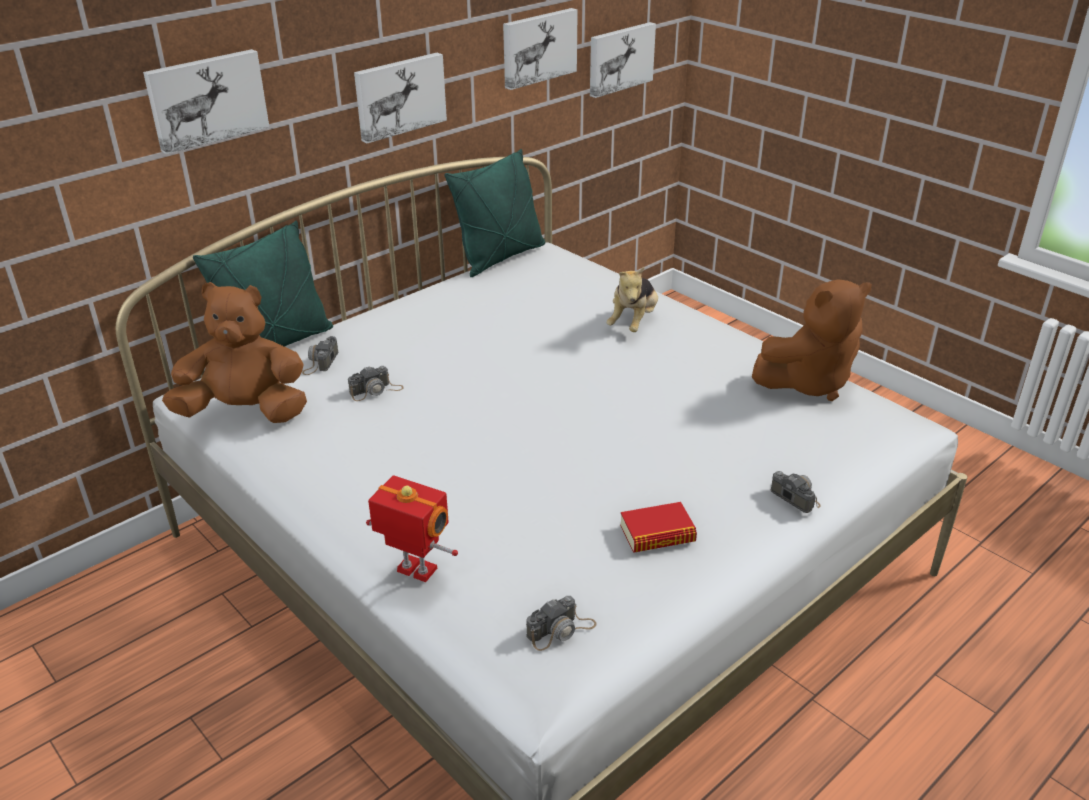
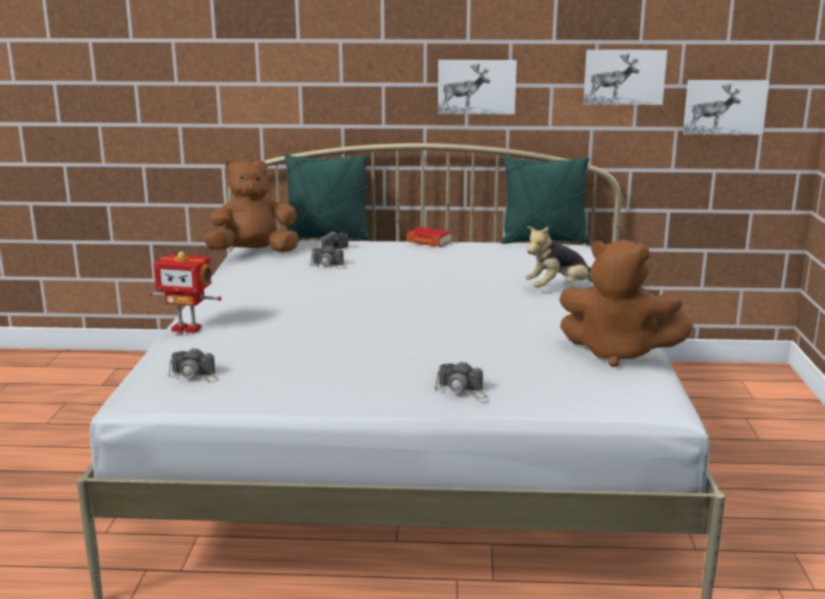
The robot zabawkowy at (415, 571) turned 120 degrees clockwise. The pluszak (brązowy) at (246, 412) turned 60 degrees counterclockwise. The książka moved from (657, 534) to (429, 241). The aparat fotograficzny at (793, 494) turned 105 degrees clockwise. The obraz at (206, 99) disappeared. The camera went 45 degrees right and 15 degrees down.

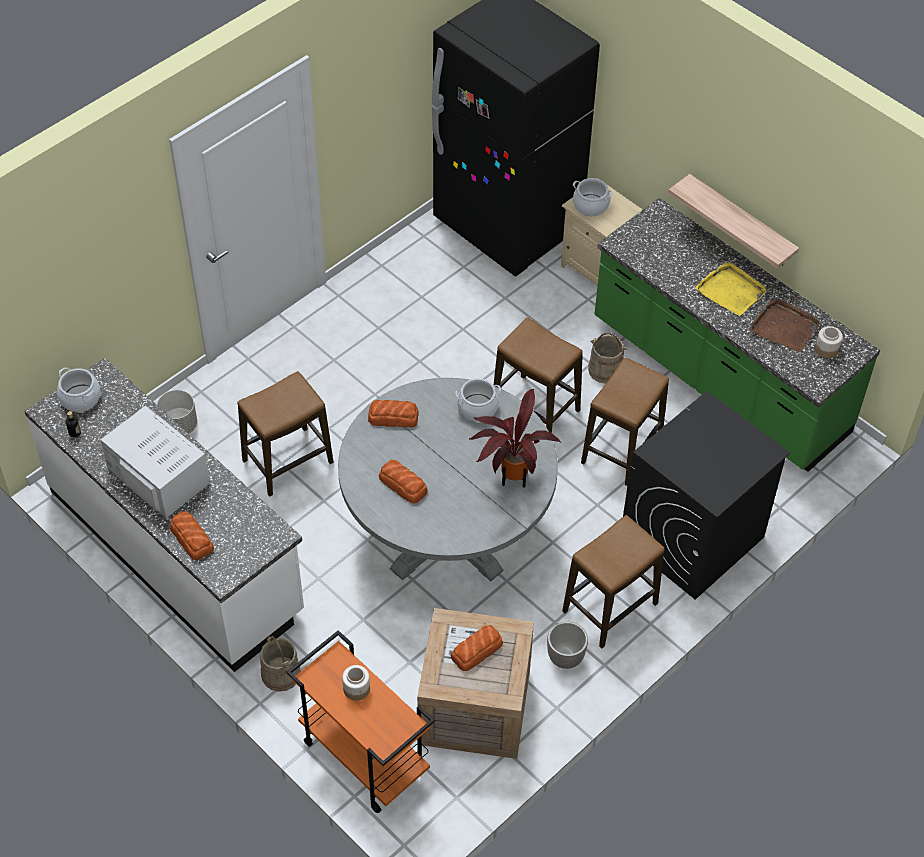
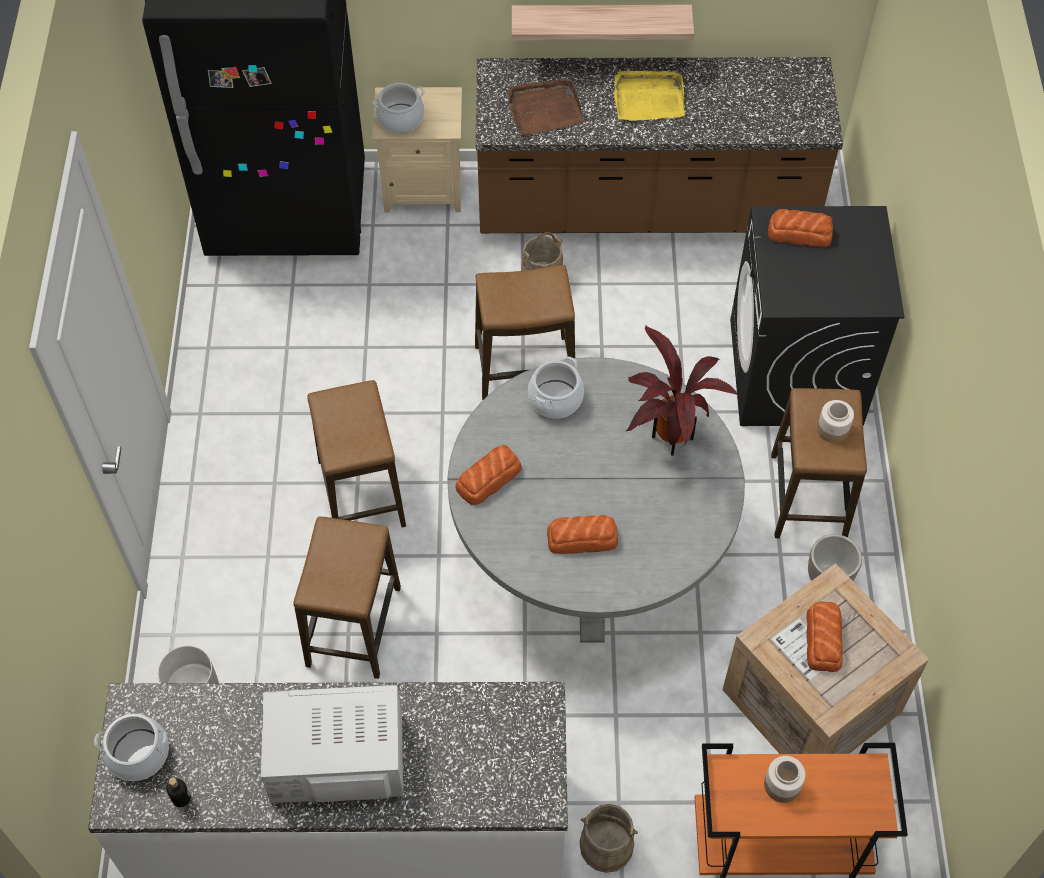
The stołek moved from (621, 449) to (361, 493). The zabudowa kuchenna (zielony) at (718, 378) became the zabudowa kuchenna (brązowy) at (645, 208). The taca (brązowy) moved from (784, 327) to (544, 109). The chleb moved from (192, 538) to (799, 233). The słoik moved from (826, 349) to (833, 429). The camera went 45 degrees left and 5 degrees up.

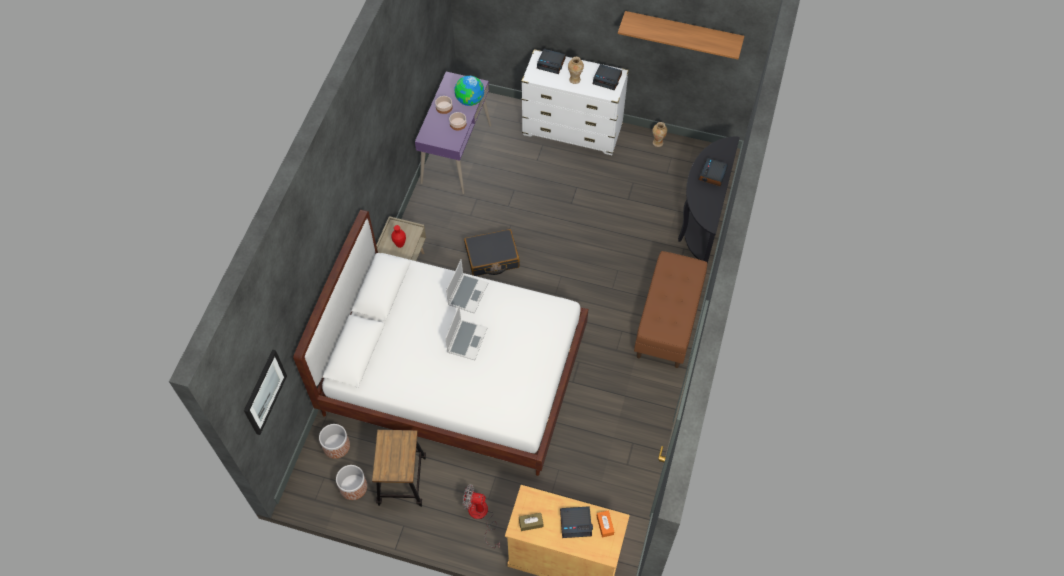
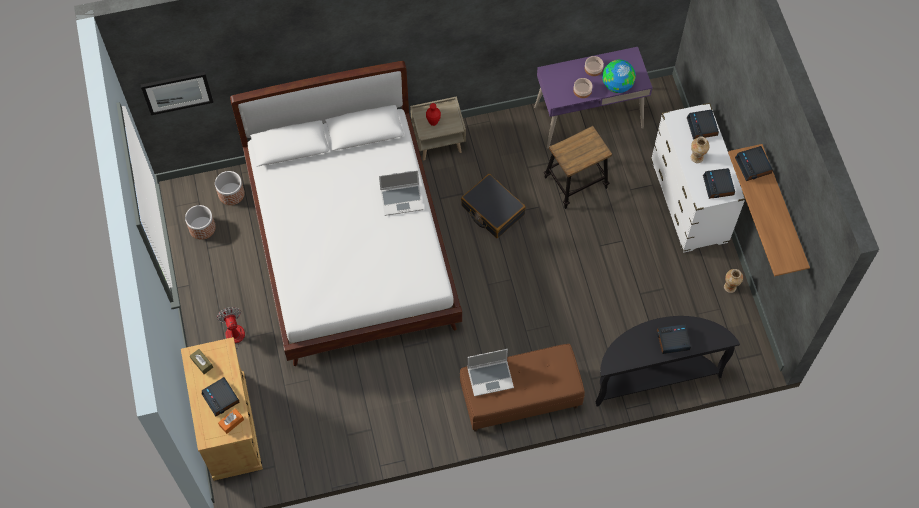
The laptop moved from (466, 340) to (490, 377). The stołek moved from (402, 481) to (575, 183). The budzik at (753, 166) appeared. The camera went 60 degrees right and 5 degrees up.

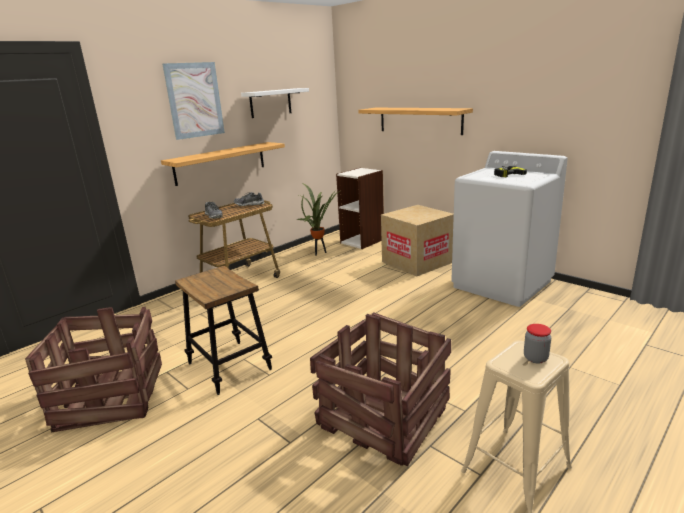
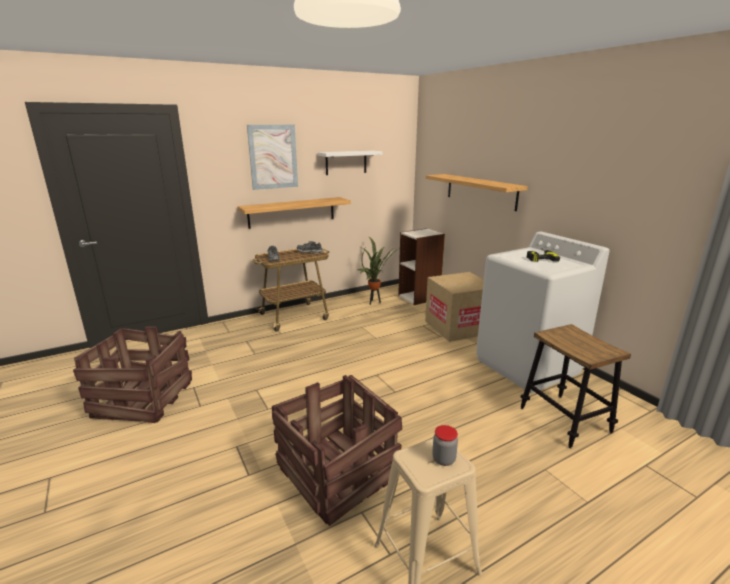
The stołek moved from (229, 366) to (564, 420). The camera went 15 degrees right and 0 degrees up.

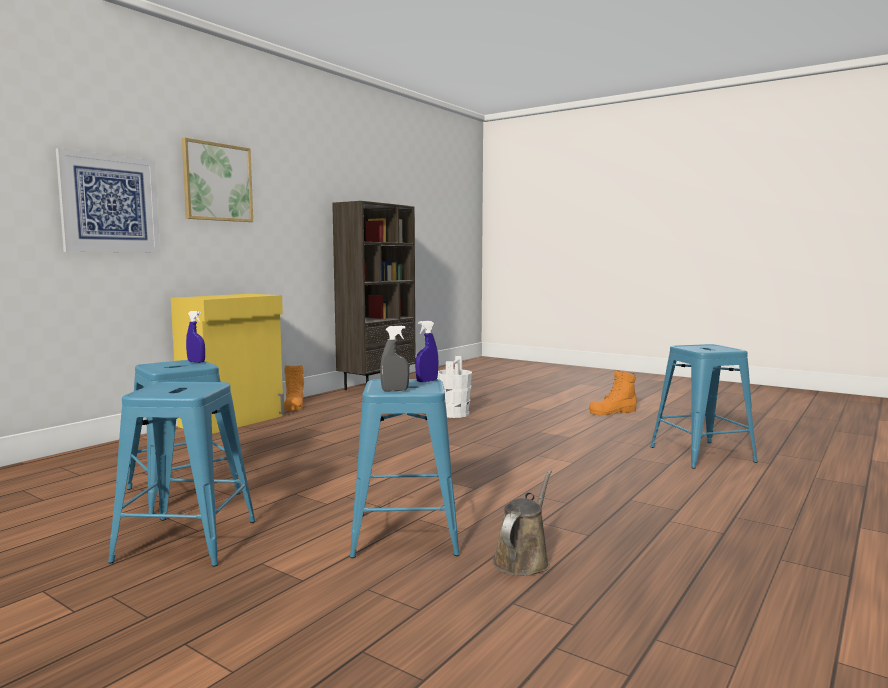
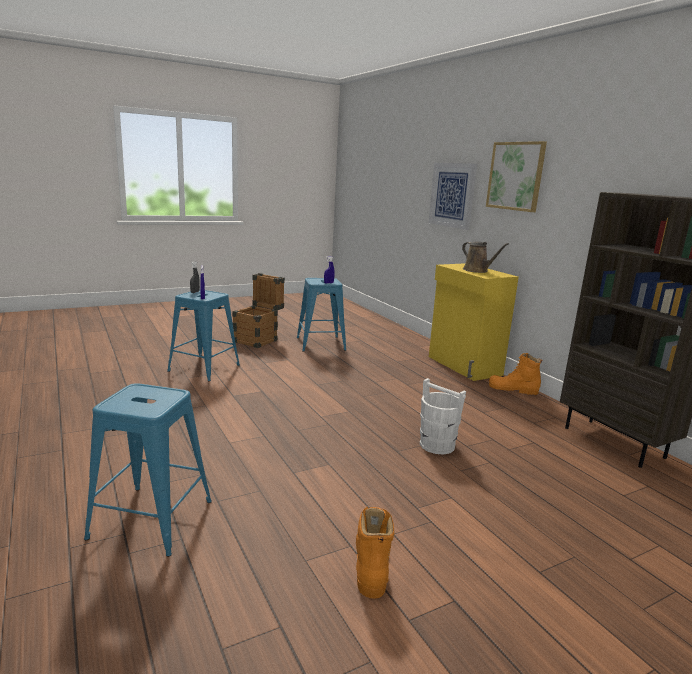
The stołek (niebieski) at (187, 541) was replaced by the skrzynka at (259, 340). The konewka (brązowy) moved from (523, 560) to (477, 270). The camera went 115 degrees right and 10 degrees up.

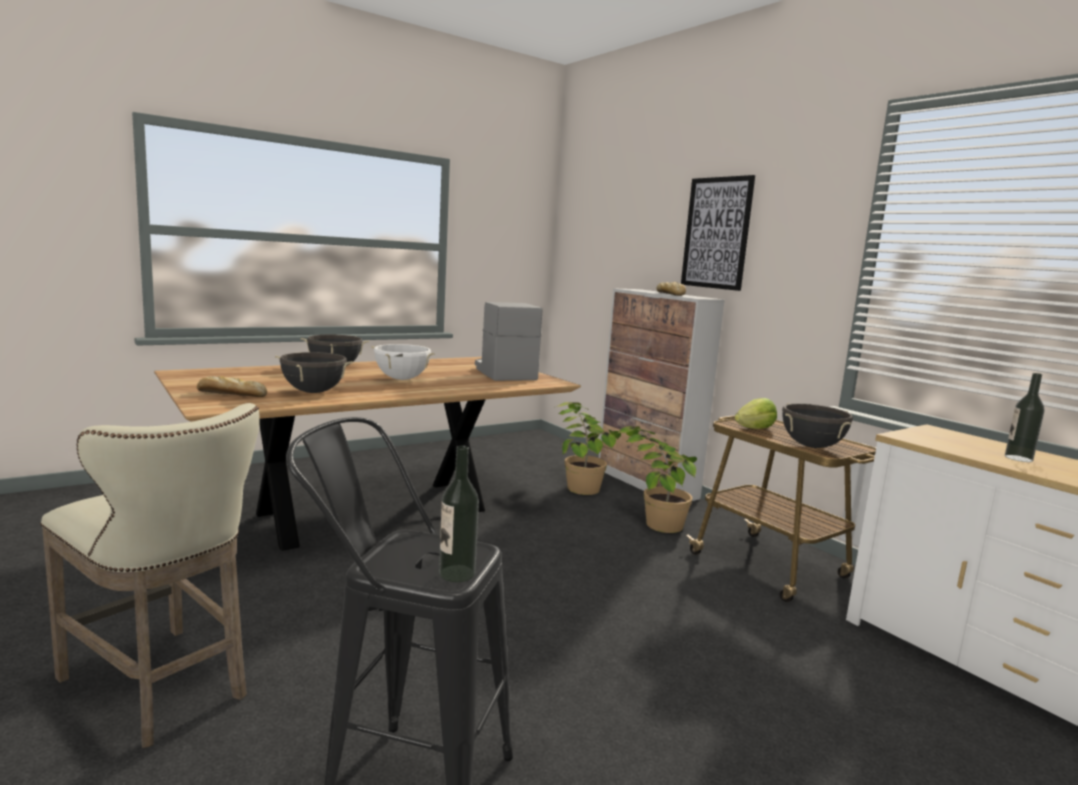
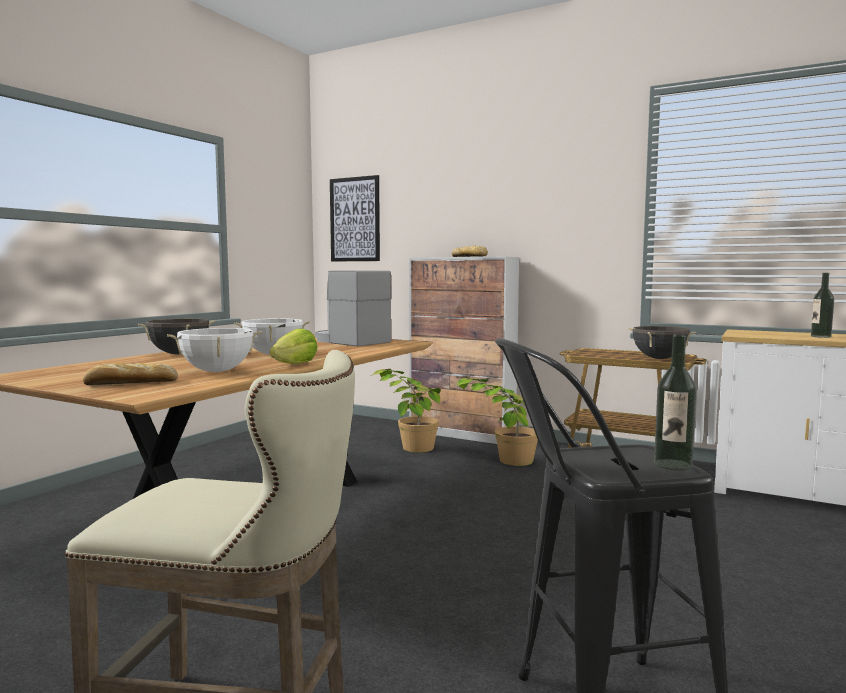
The garnek (czarny) at (314, 392) became the garnek (biały) at (217, 371). The sałata moved from (754, 429) to (295, 364). The obraz moved from (716, 233) to (355, 219). The camera went 25 degrees left and 5 degrees down.

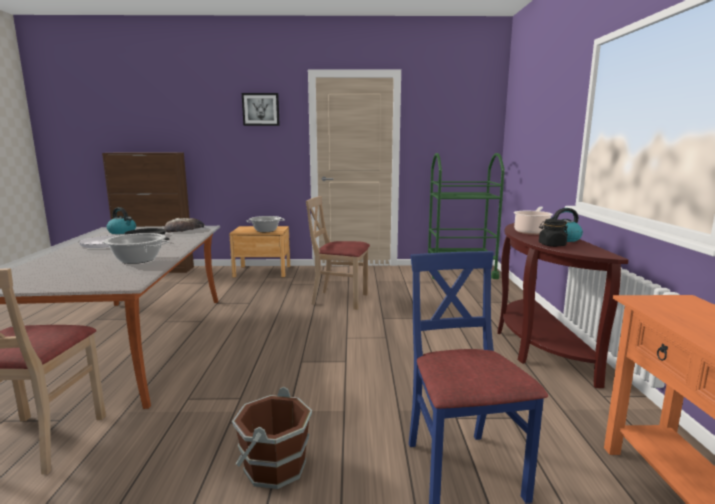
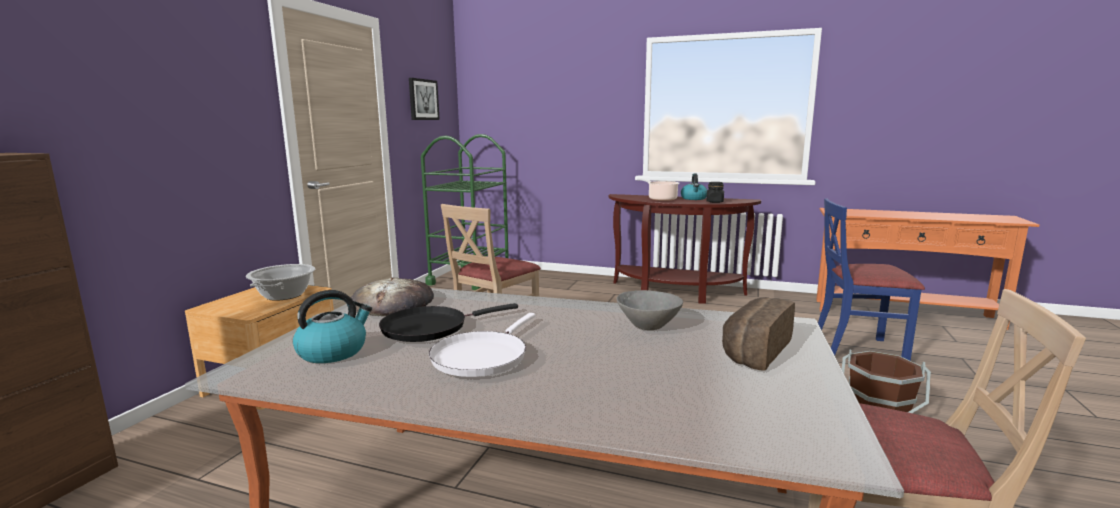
The obraz moved from (261, 109) to (423, 99). The garnek at (138, 260) was replaced by the miska (szary) at (648, 325). The chleb at (753, 350) appeared. The camera went 70 degrees left and 0 degrees up.

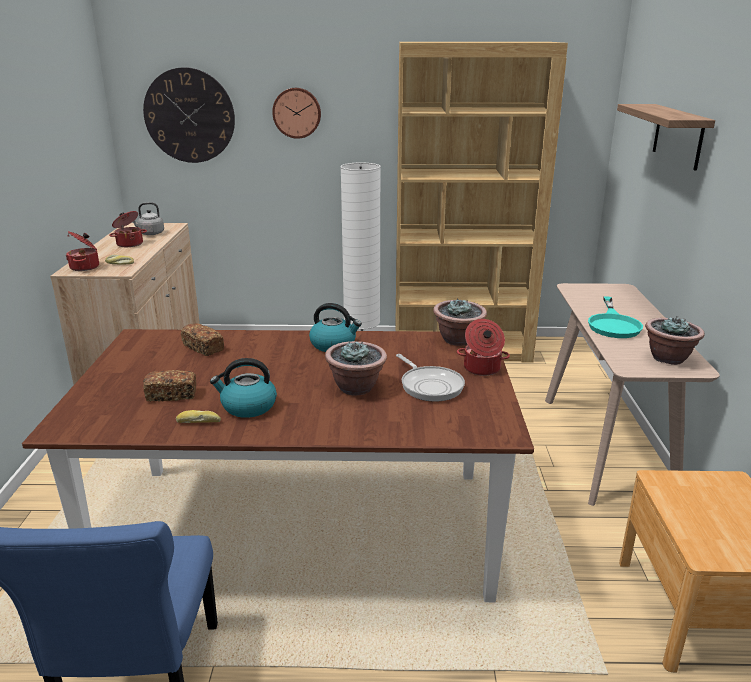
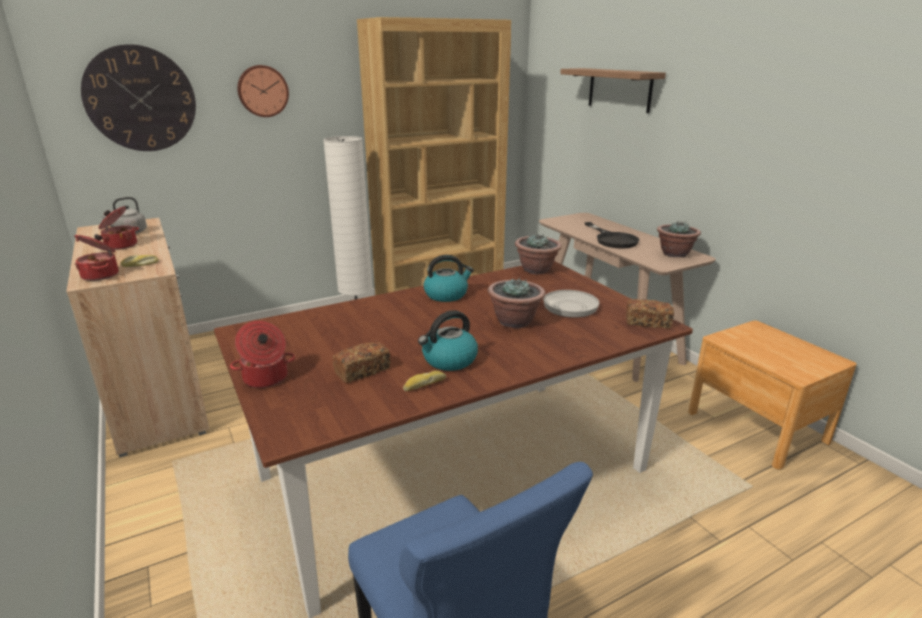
The garnek moved from (481, 369) to (265, 378). The patelnia (turkusowy) at (613, 324) became the patelnia (czarny) at (612, 239). The chleb moved from (203, 348) to (647, 322). The camera went 30 degrees left and 0 degrees up.

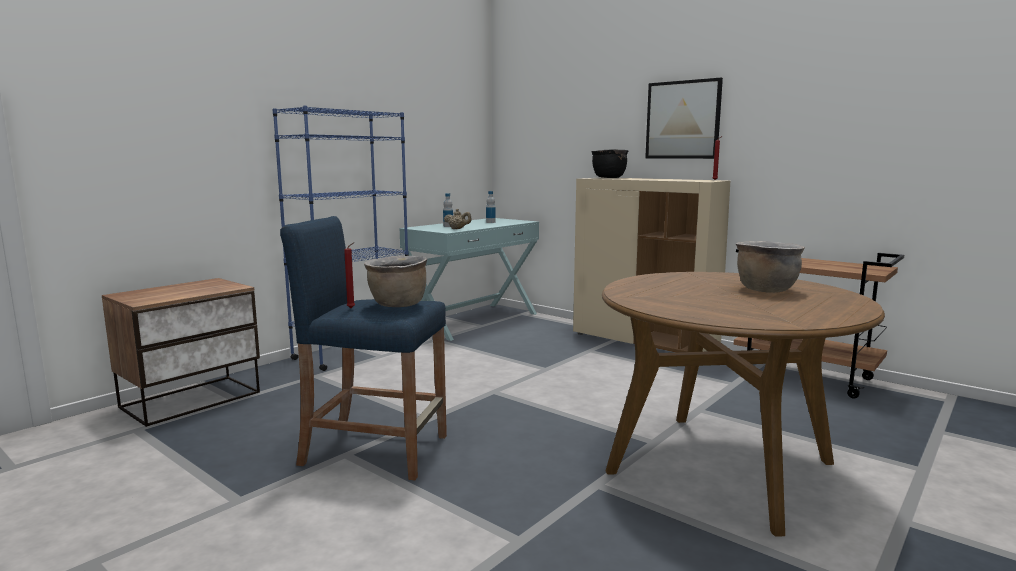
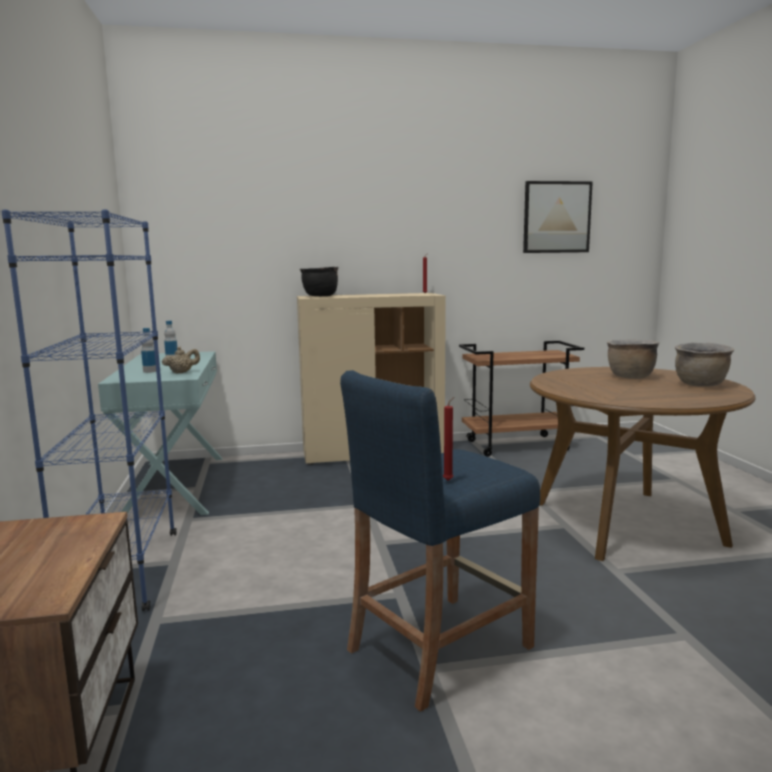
The obraz moved from (683, 120) to (556, 217). The garnek (brązowy) moved from (397, 305) to (700, 385). The camera went 50 degrees left and 0 degrees up.

